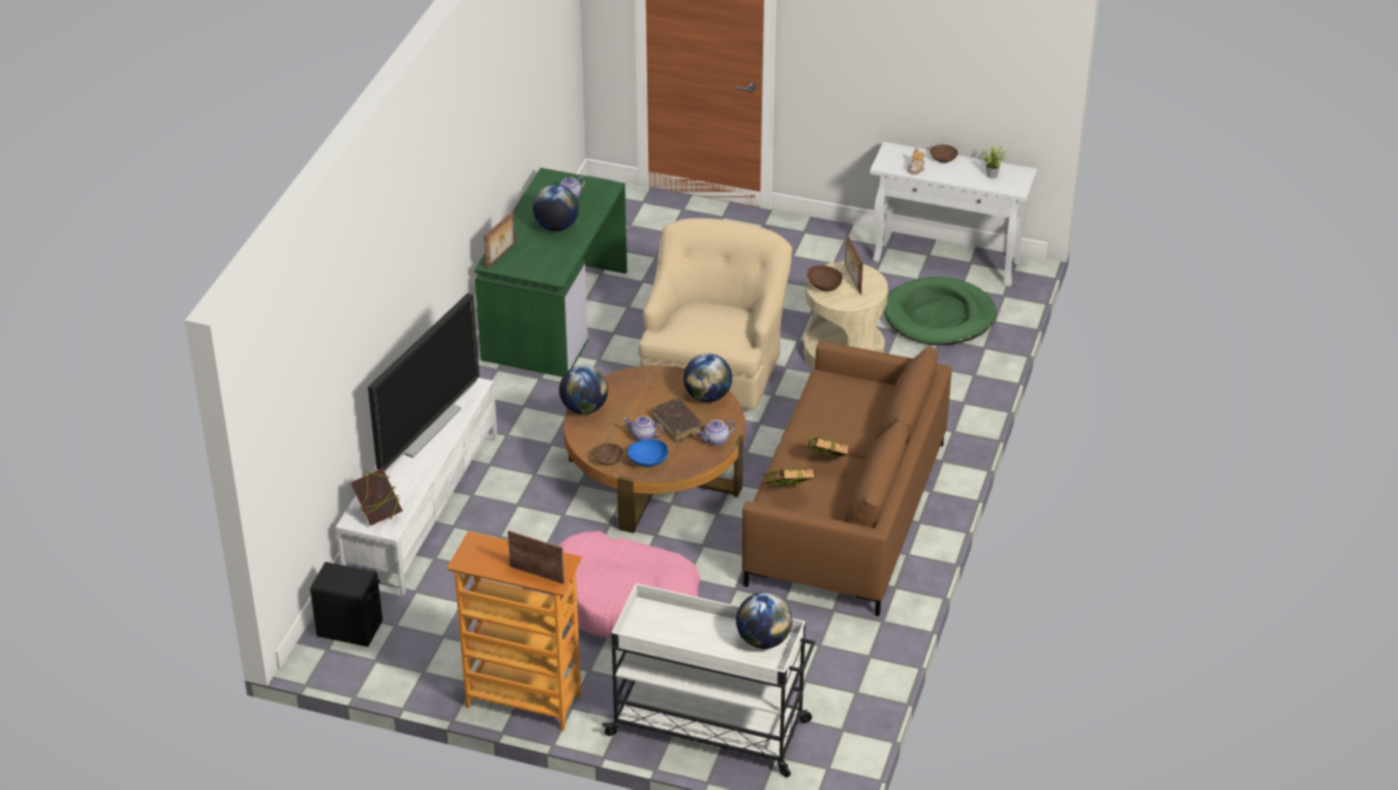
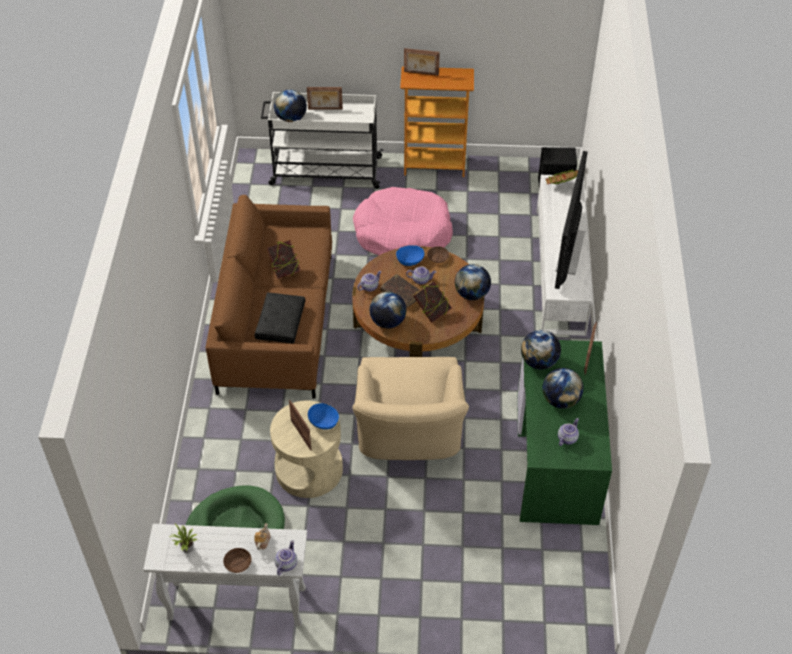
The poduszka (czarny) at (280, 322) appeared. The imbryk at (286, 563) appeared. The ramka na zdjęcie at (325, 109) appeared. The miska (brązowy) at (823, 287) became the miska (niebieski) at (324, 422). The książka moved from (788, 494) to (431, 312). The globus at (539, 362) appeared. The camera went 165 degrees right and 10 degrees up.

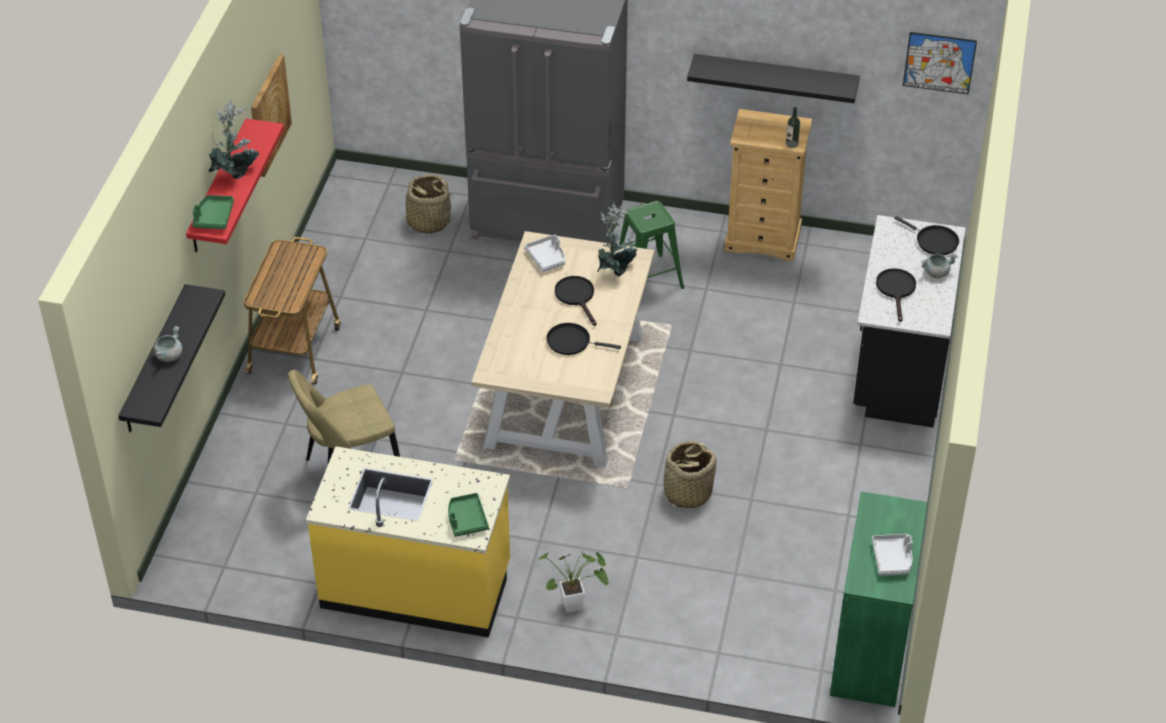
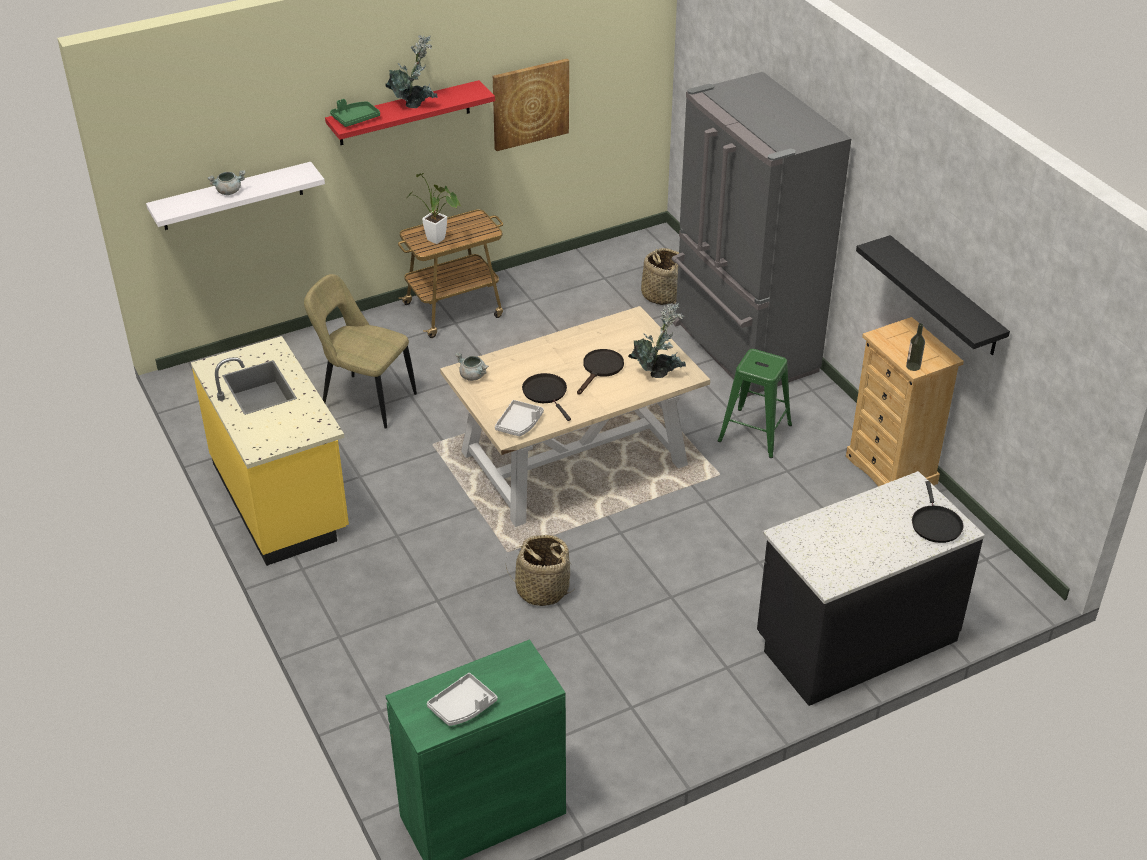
The półka (czarny) at (155, 361) became the półka (biały) at (232, 196). The roślina doniczkowa moved from (577, 605) to (439, 241). The garnek (szary) moved from (936, 272) to (473, 376). The taca (szary) moved from (547, 258) to (519, 424). The taca (zielony) at (466, 520) disappeared. The patelnia (czarny) at (896, 290) disappeared. The obraz at (939, 62) disappeared. The camera went 50 degrees right and 5 degrees down.

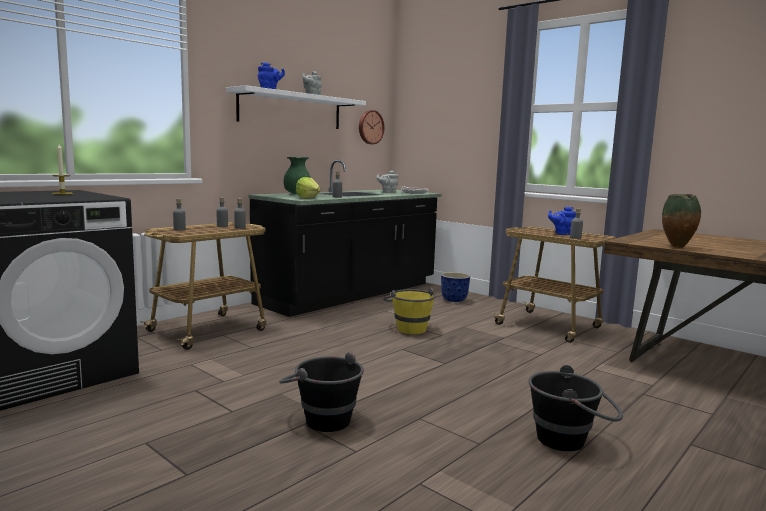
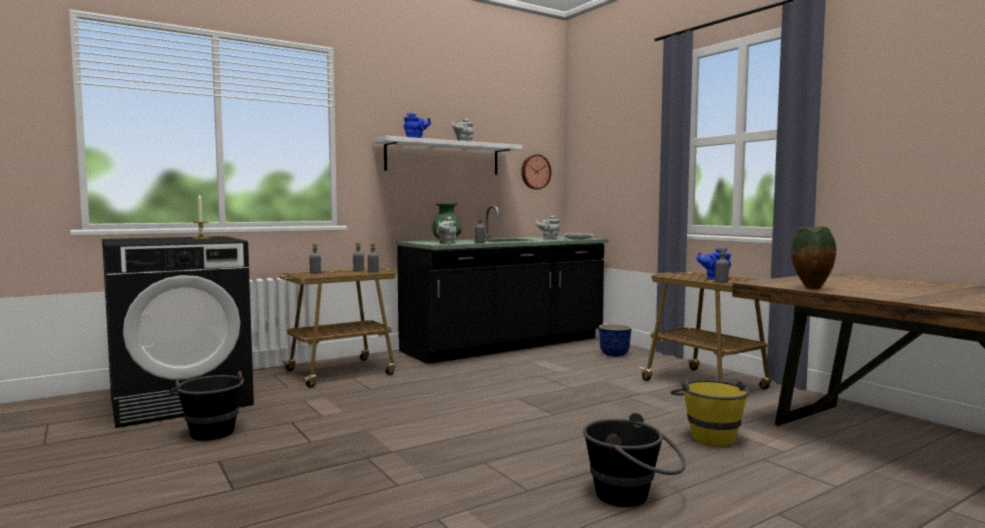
The wiadro (czarny) moved from (321, 418) to (210, 430). The sałata at (308, 198) was replaced by the imbryk (szary) at (446, 243). The wiadro (żółty) moved from (408, 328) to (708, 435). The camera went 15 degrees right and 5 degrees down.

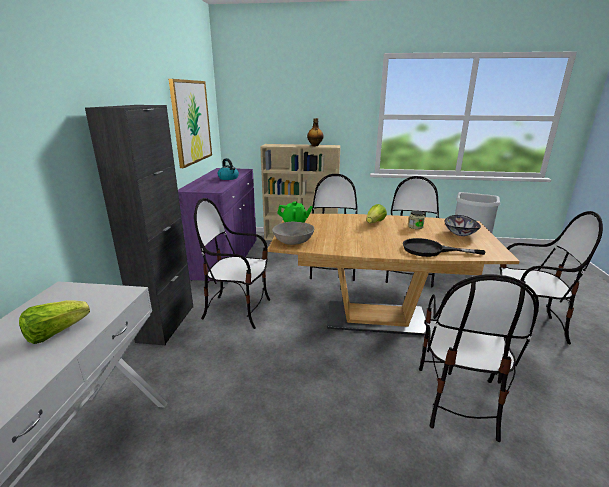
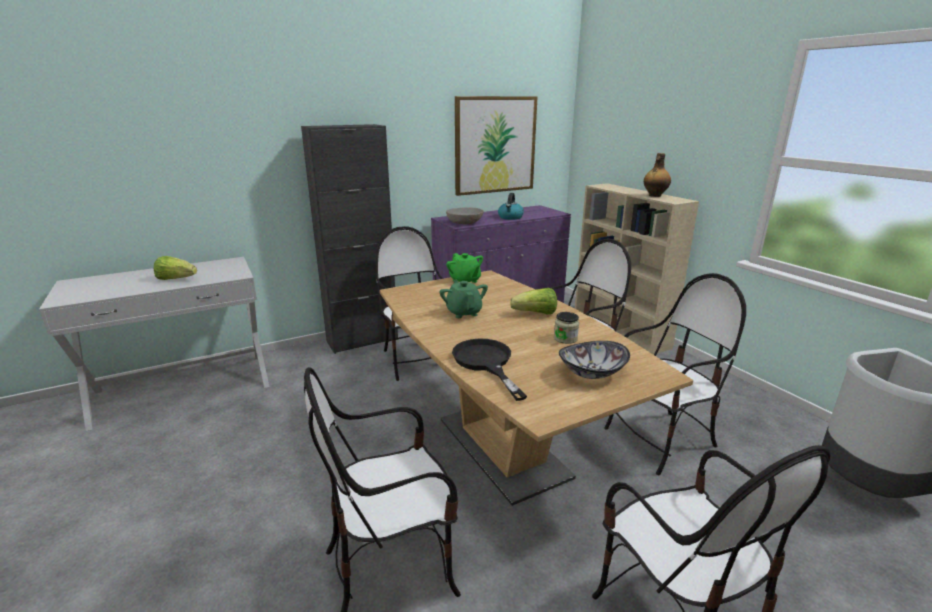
The imbryk (zielony) at (464, 312) appeared. The miska (szary) moved from (293, 241) to (465, 222). The camera went 55 degrees right and 0 degrees up.

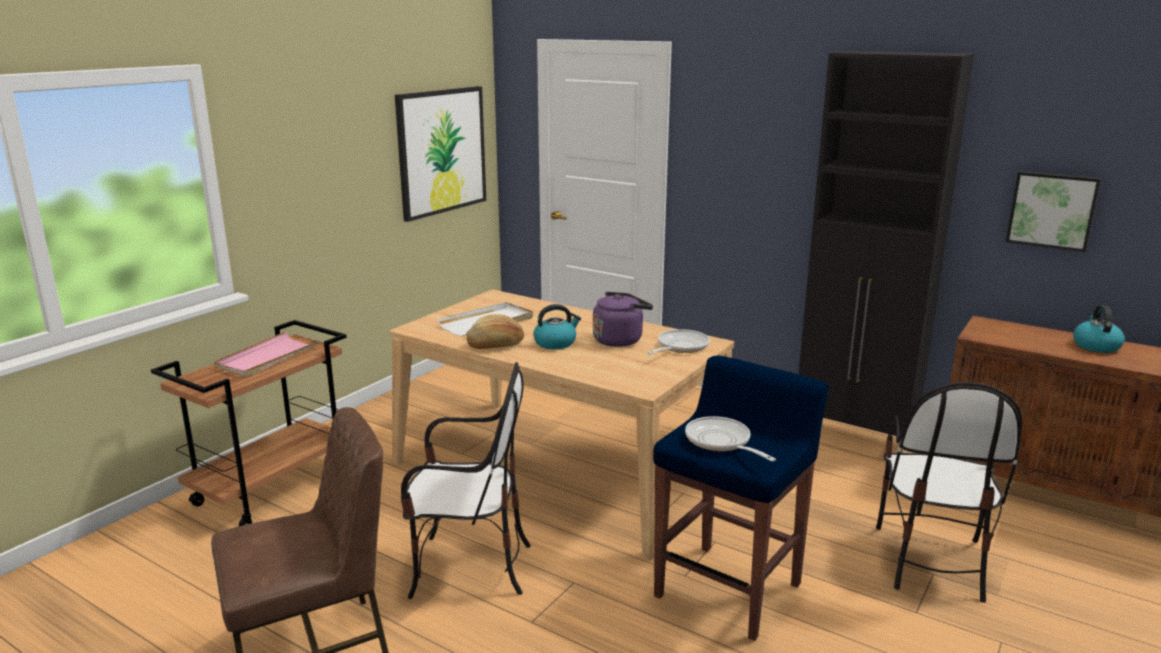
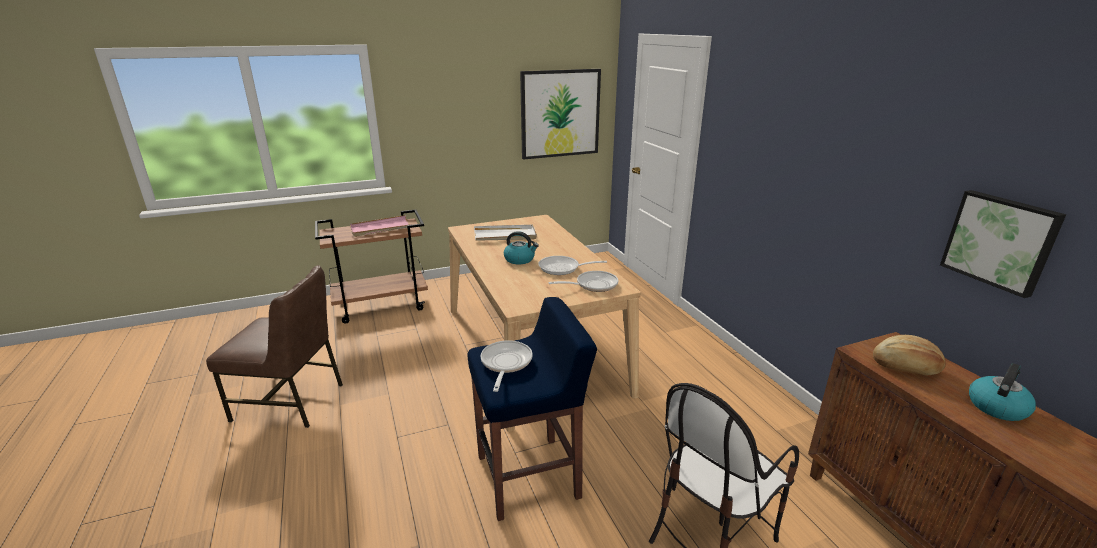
The czajnik (fioletowy) at (620, 340) was replaced by the patelnia at (563, 268). The chleb moved from (496, 345) to (906, 367). The krzesło at (469, 568) disappeared. The szafka (czarny) at (855, 437) disappeared. The camera went 35 degrees right and 5 degrees up.

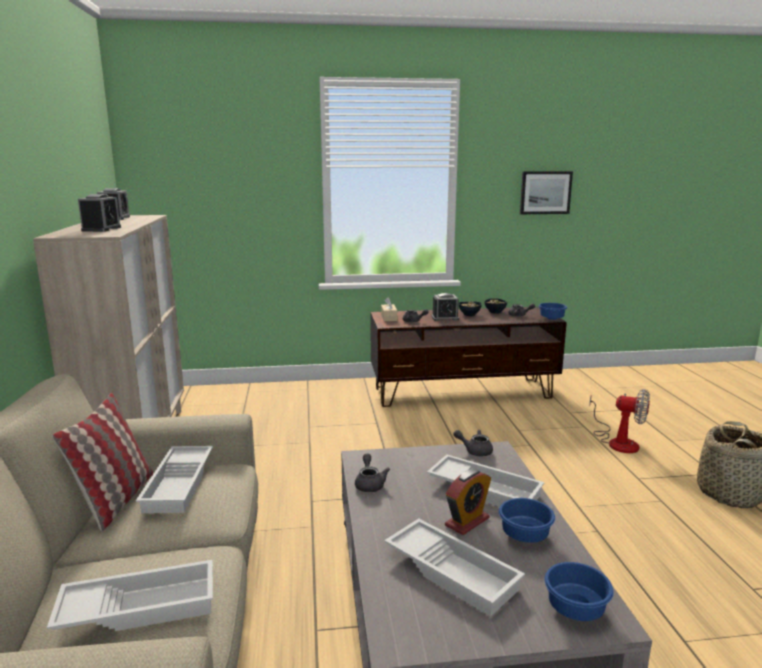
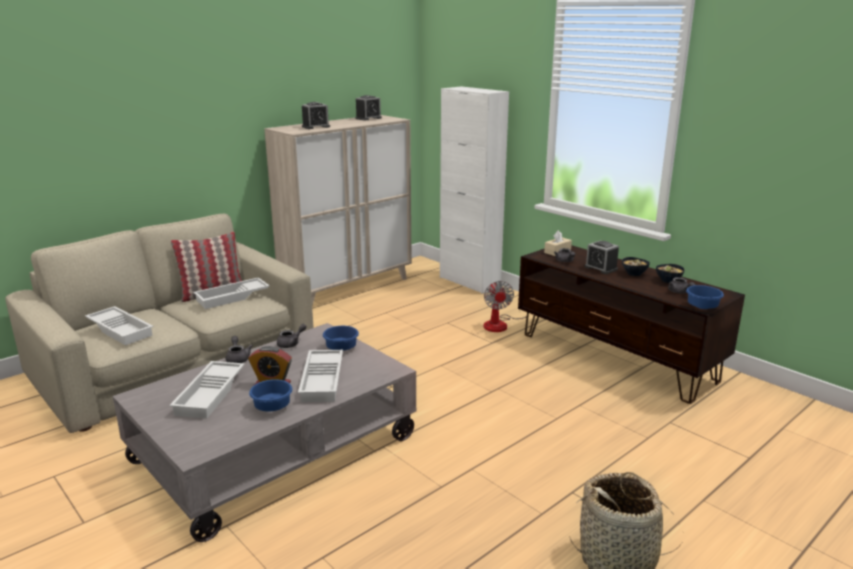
The imbryk (szary) moved from (475, 451) to (238, 358). The miska (niebieski) moved from (577, 610) to (341, 349). The szafka (biały) at (469, 282) appeared. The wentylator moved from (617, 441) to (501, 324). The obraz at (545, 192) disappeared. The camera went 55 degrees right and 5 degrees up.

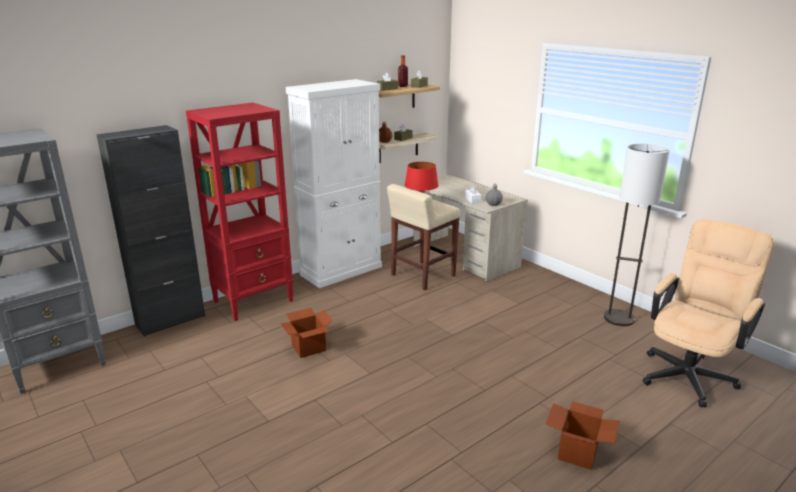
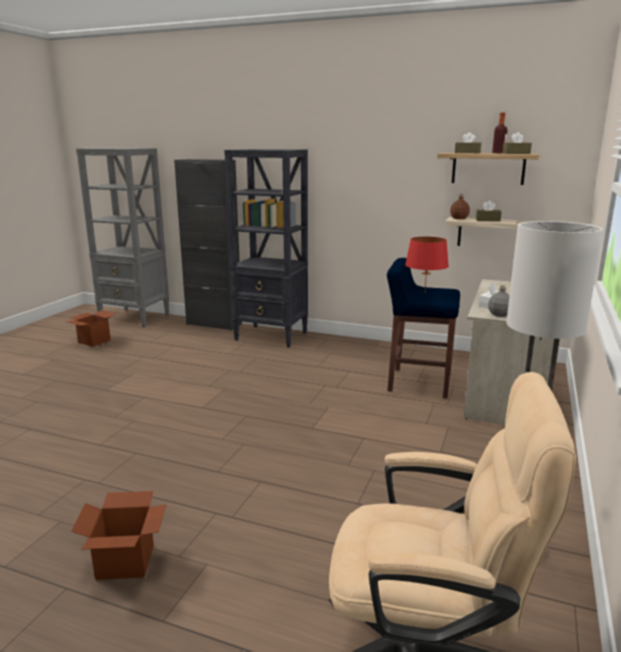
The karton moved from (308, 348) to (94, 341). The regał (czerwony) at (254, 301) became the regał (czarny) at (272, 336). The stołek (beżowy) at (422, 276) became the stołek (niebieski) at (418, 382). The szafka (biały) at (341, 270) disappeared. The camera went 60 degrees right and 5 degrees down.

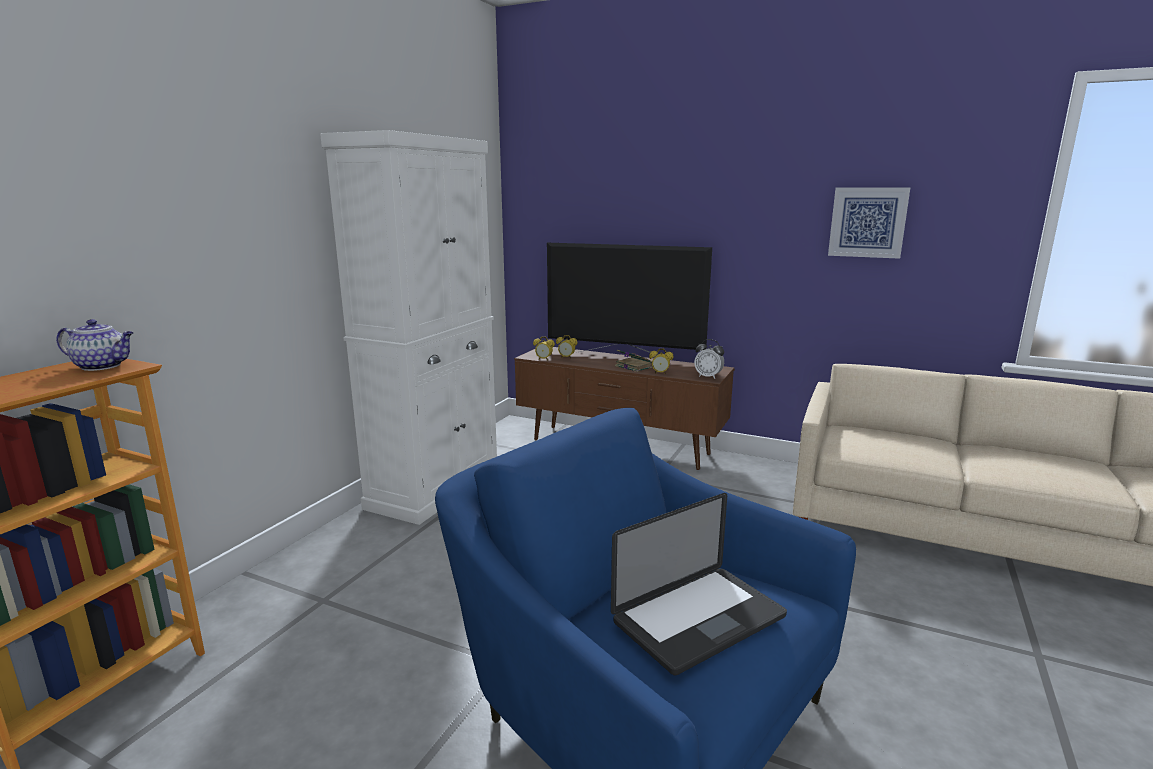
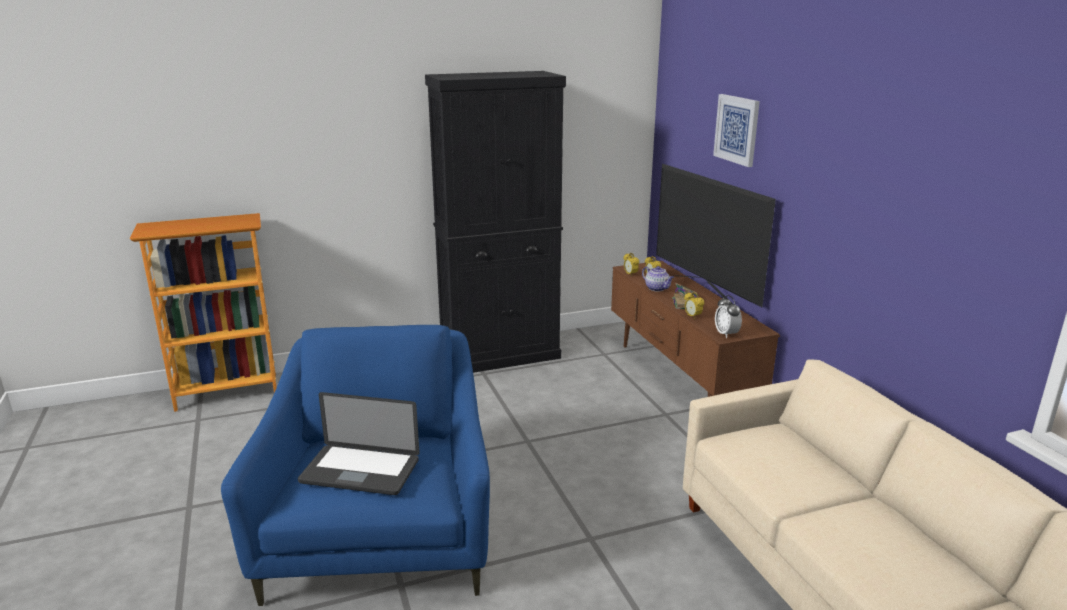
The szafka (biały) at (435, 487) became the szafka (czarny) at (500, 355). The imbryk moved from (103, 366) to (657, 288). The obraz moved from (867, 222) to (737, 129). The camera went 45 degrees right and 5 degrees up.

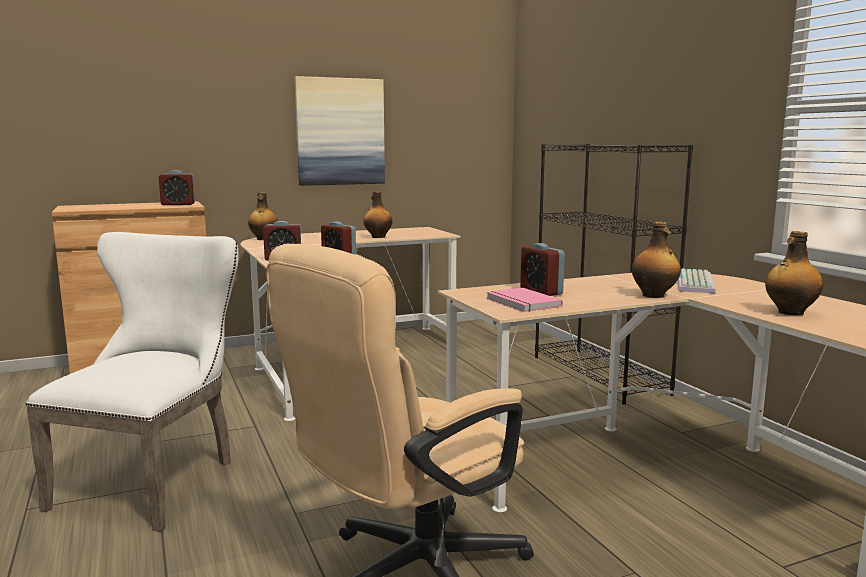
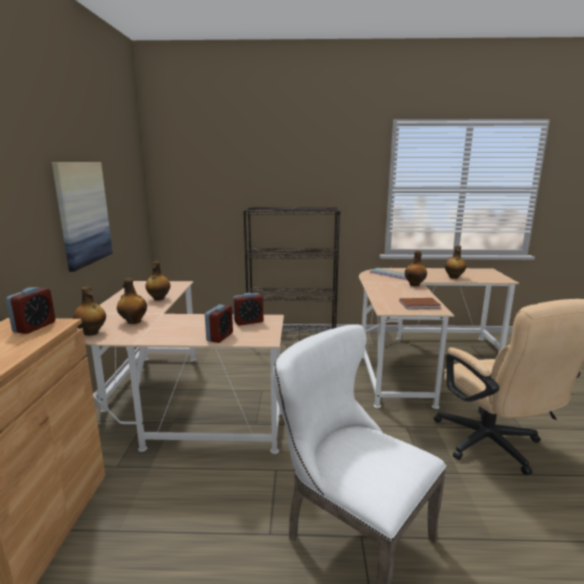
The butelka at (133, 321) appeared. The książka (różowy) at (521, 303) became the książka (brązowy) at (420, 305). The budzik at (541, 292) disappeared. The camera went 65 degrees left and 5 degrees up.

